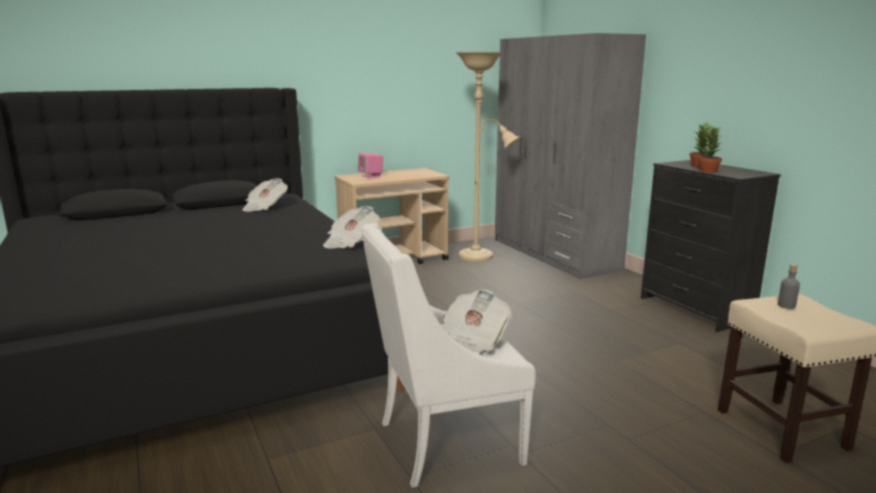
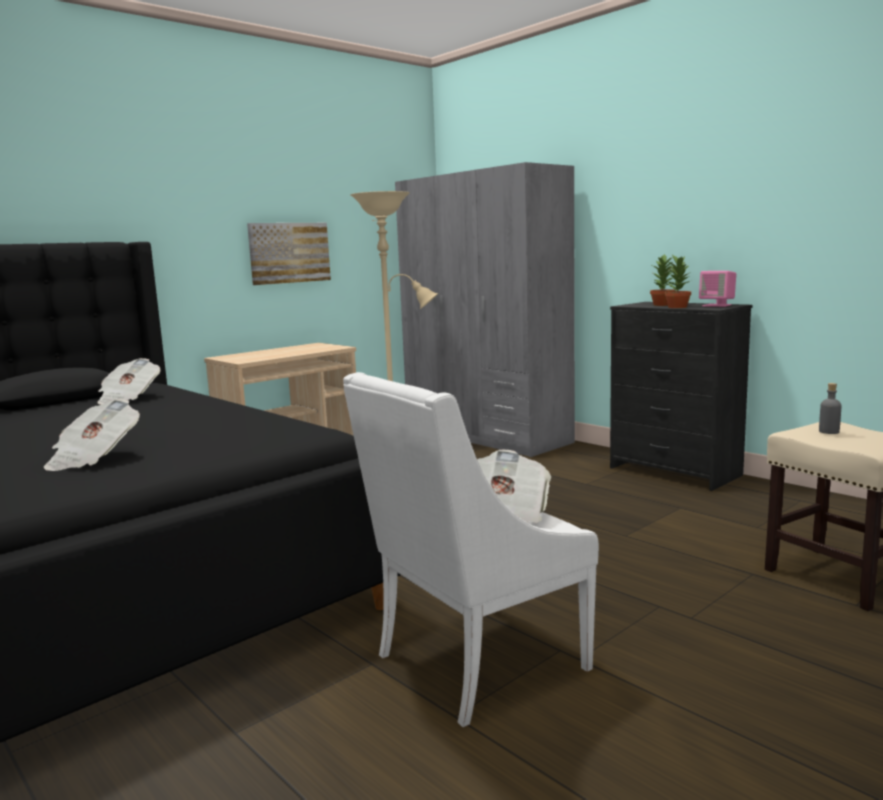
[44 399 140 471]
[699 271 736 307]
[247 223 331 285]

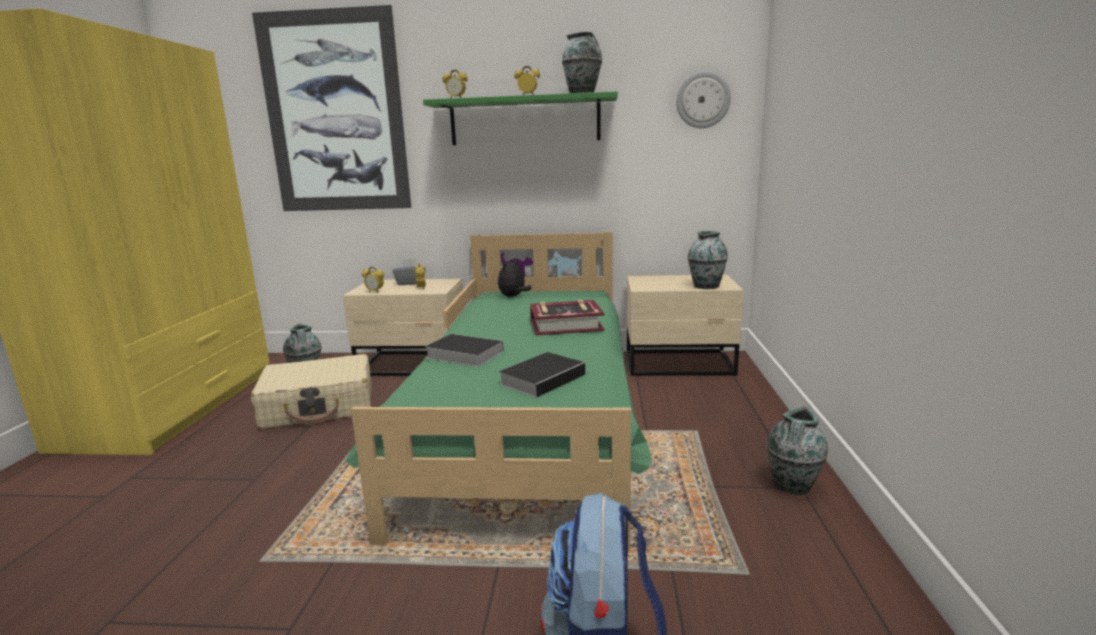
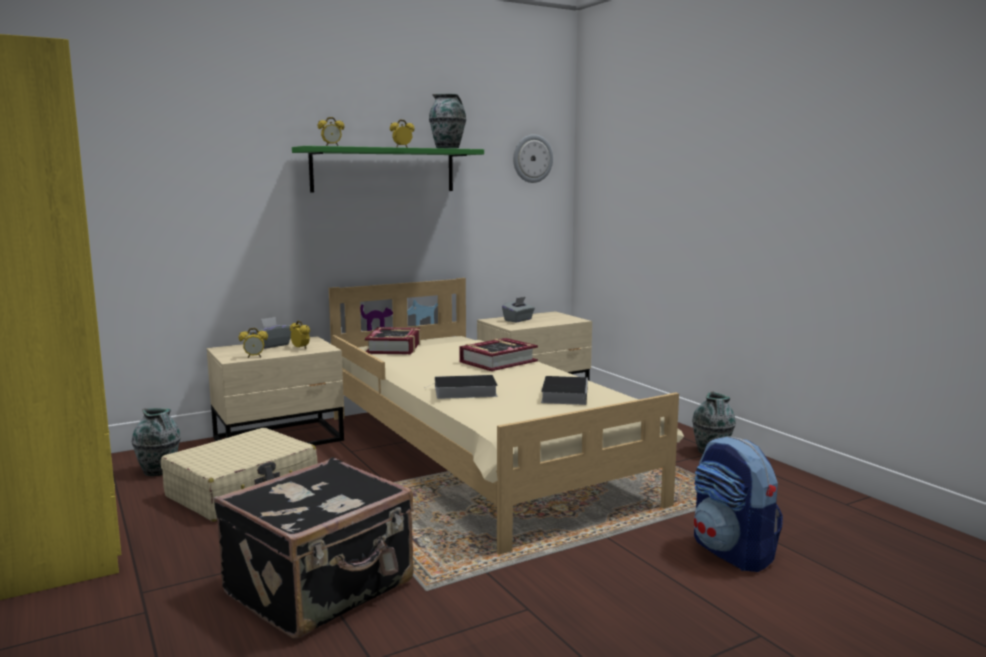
[252 5 411 211] (first image)
[329 278 684 555]
[365 327 421 355]
[687 231 728 289] (first image)
[214 457 414 639]
[502 297 535 322]

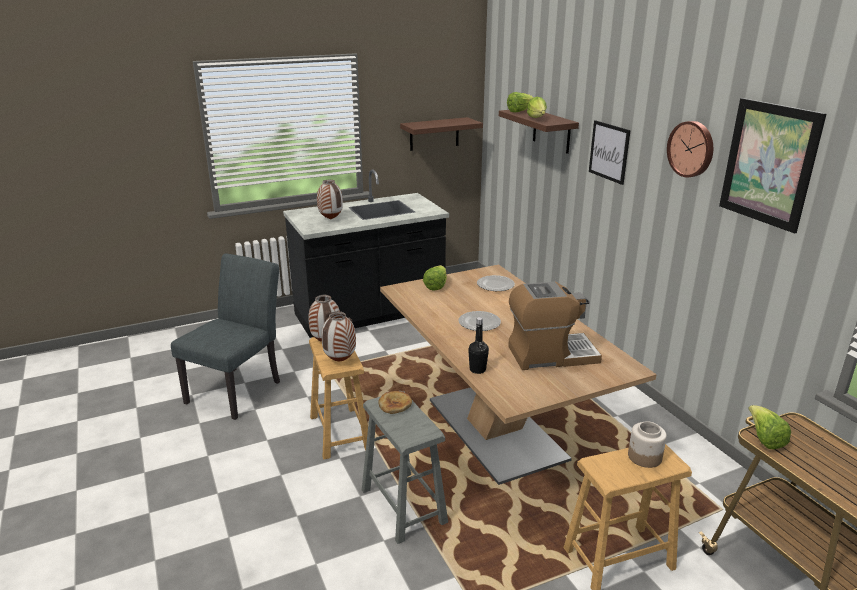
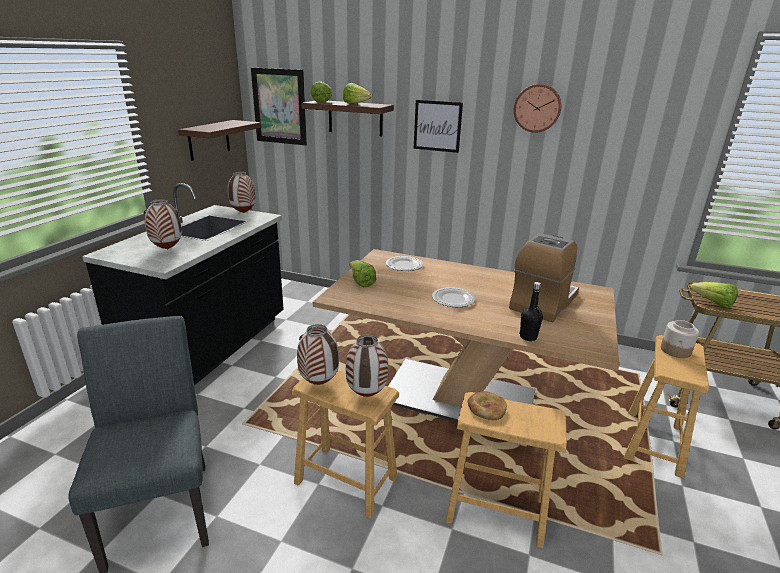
[445 392 567 548]
[251 68 307 145]
[228 171 256 213]

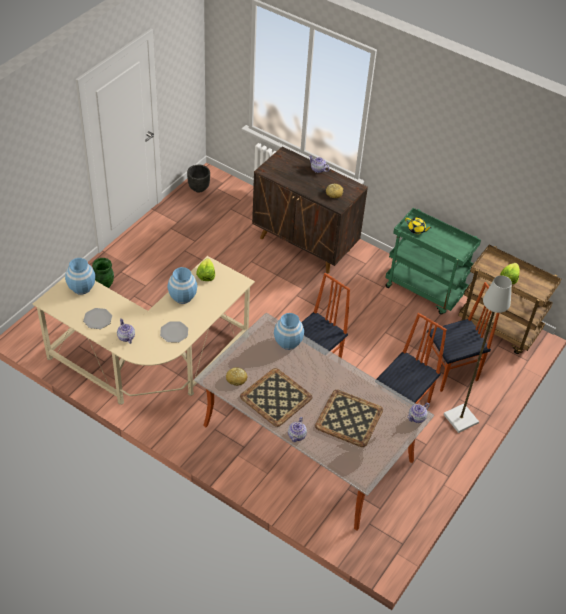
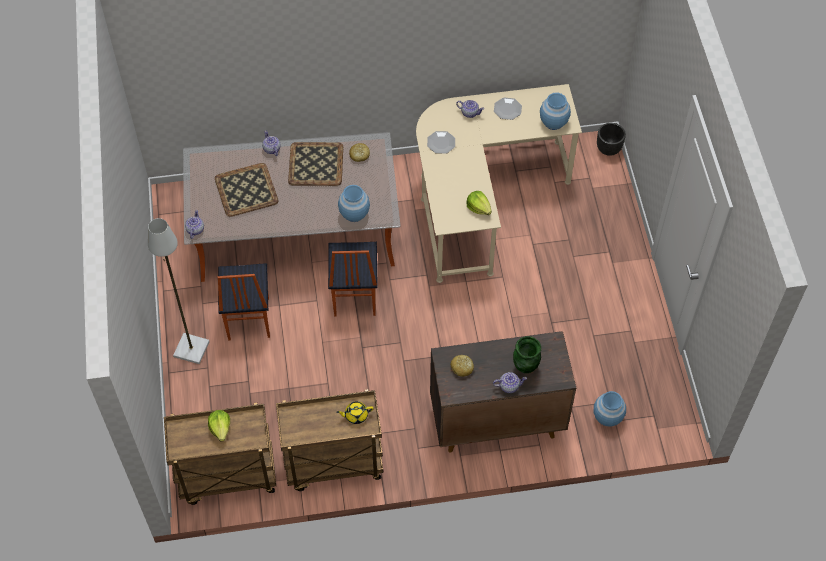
[513 336 541 373]
[594 391 626 427]
[597 123 626 156]
[276 389 383 491]
[424 282 500 392] (first image)

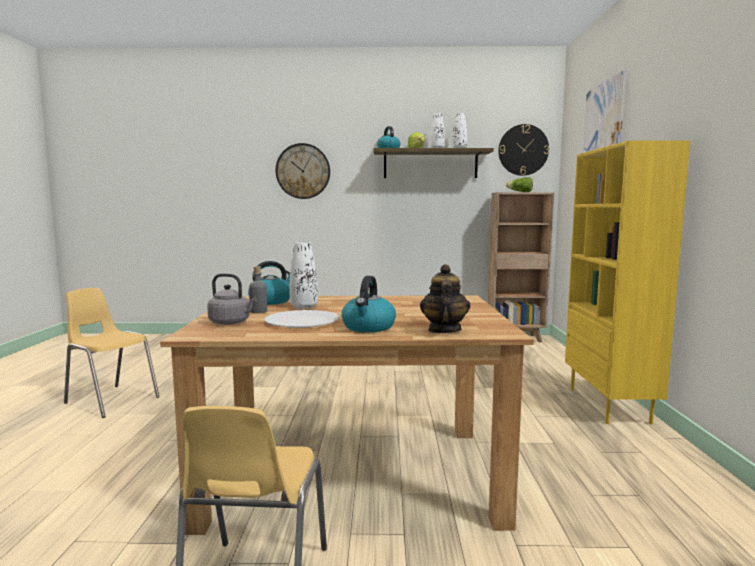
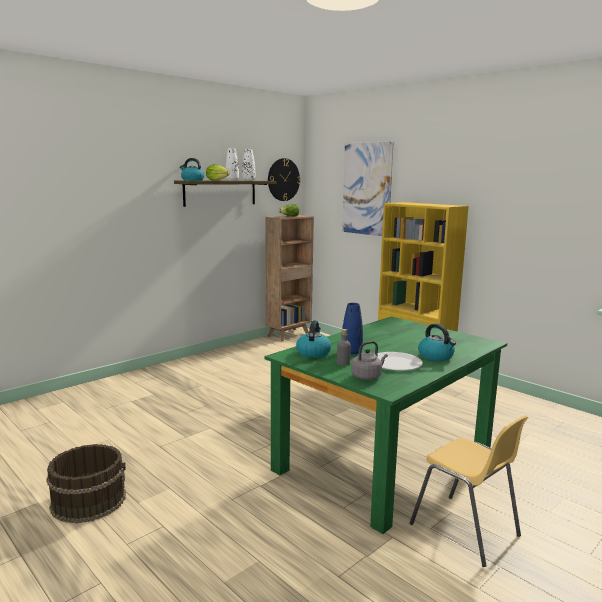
[46 444 126 523]
[265 316 507 534]
[275 143 330 199] (first image)
[341 303 363 354]
[420 264 470 333] (first image)

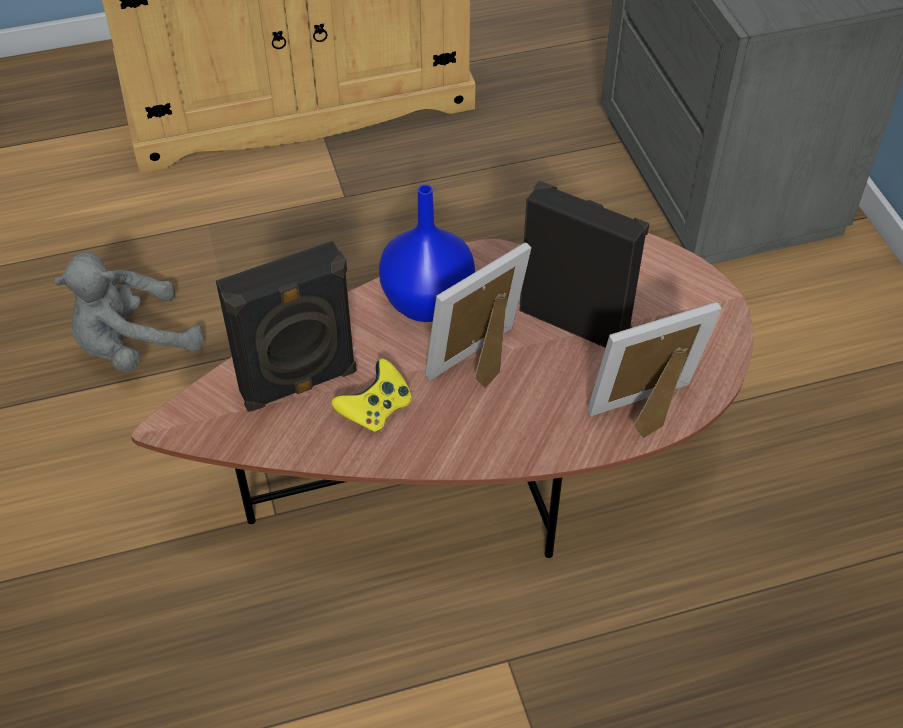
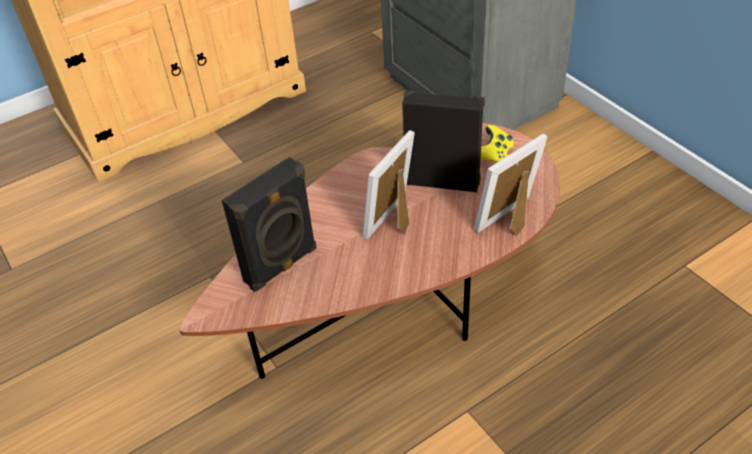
[54 252 204 372] (first image)
[480 125 514 163]
[379 184 475 322] (first image)

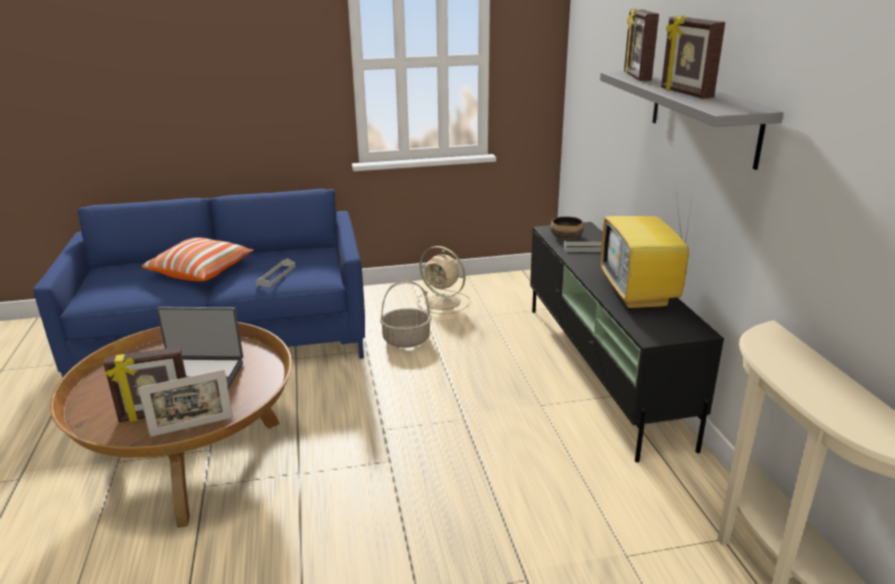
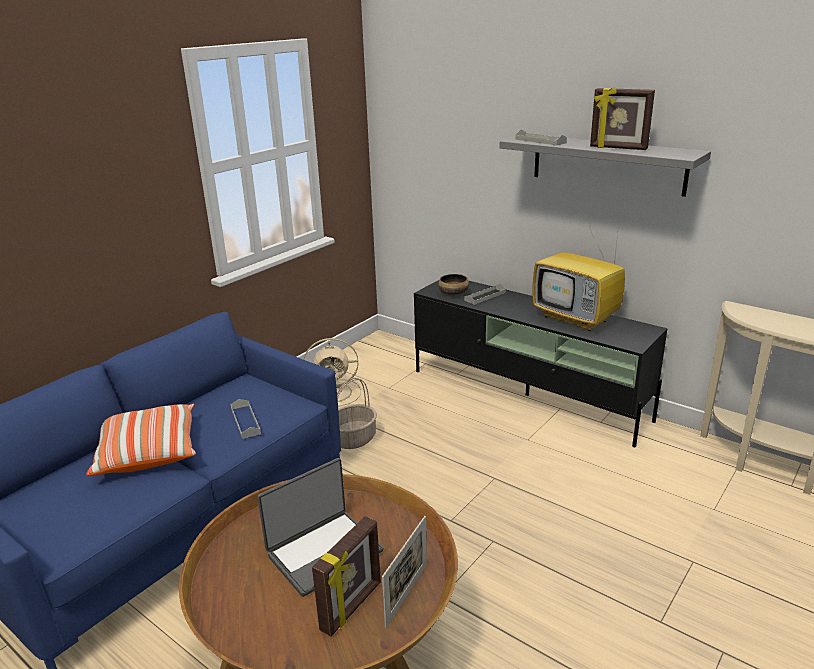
[515 130 567 146]

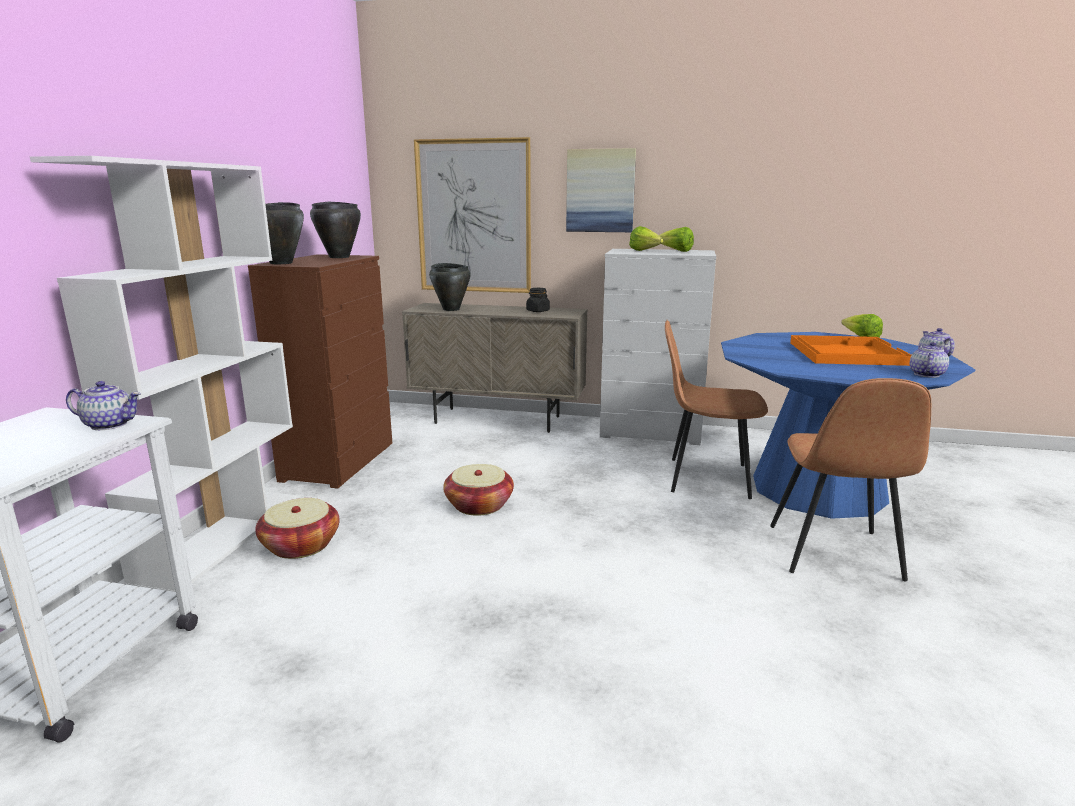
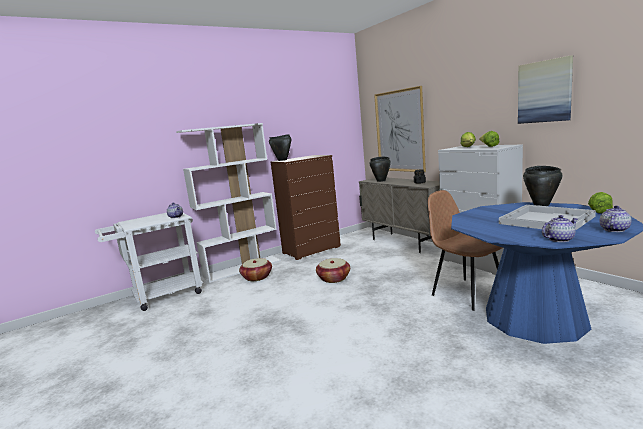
[523 166 562 206]
[518 55 573 124]
[770 378 931 581] (first image)
[499 205 596 230]

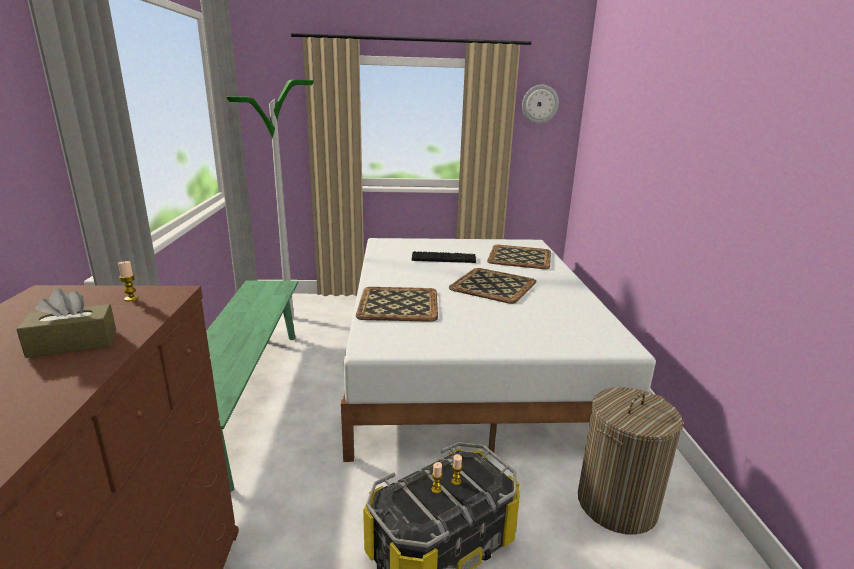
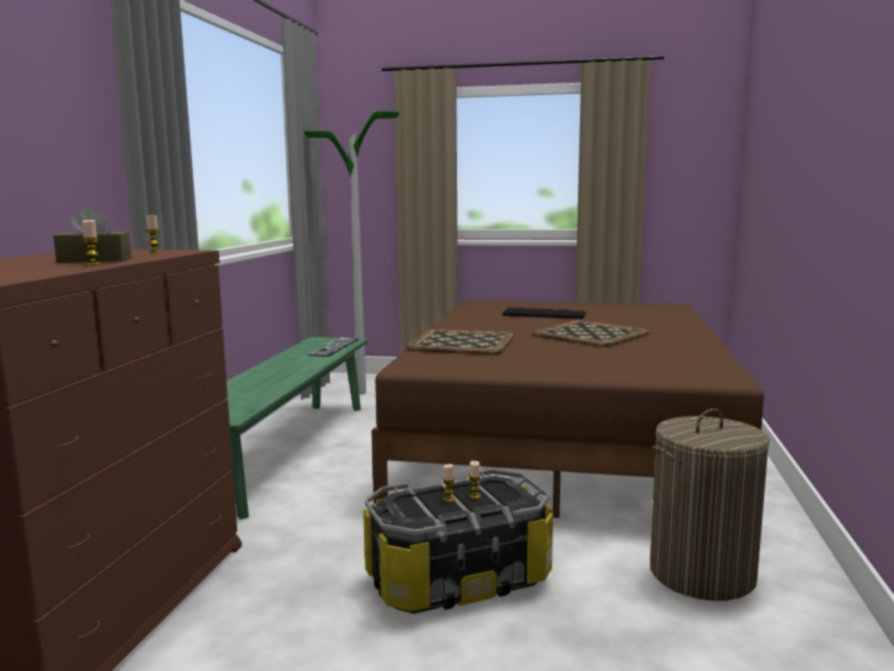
[371 300 764 518]
[487 245 551 269] (first image)
[522 85 559 124] (first image)
[82 219 101 266]
[308 338 359 356]

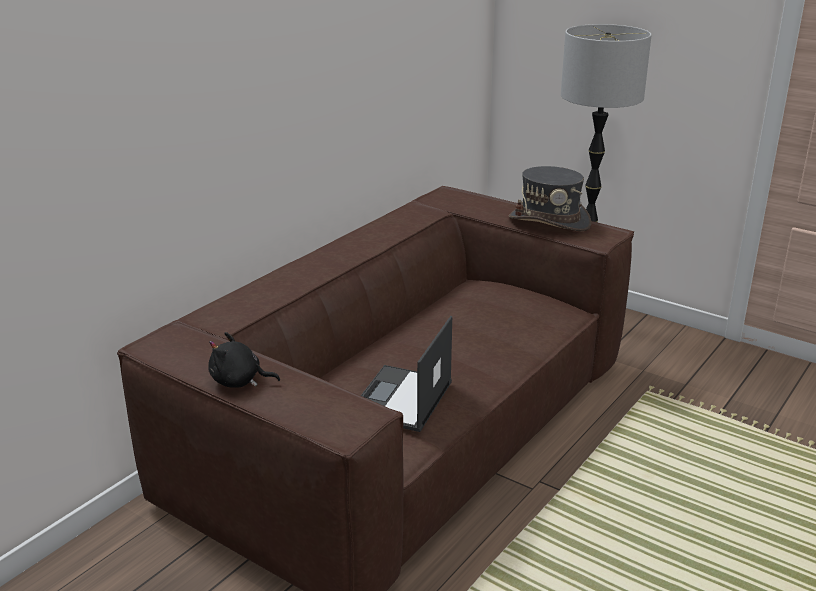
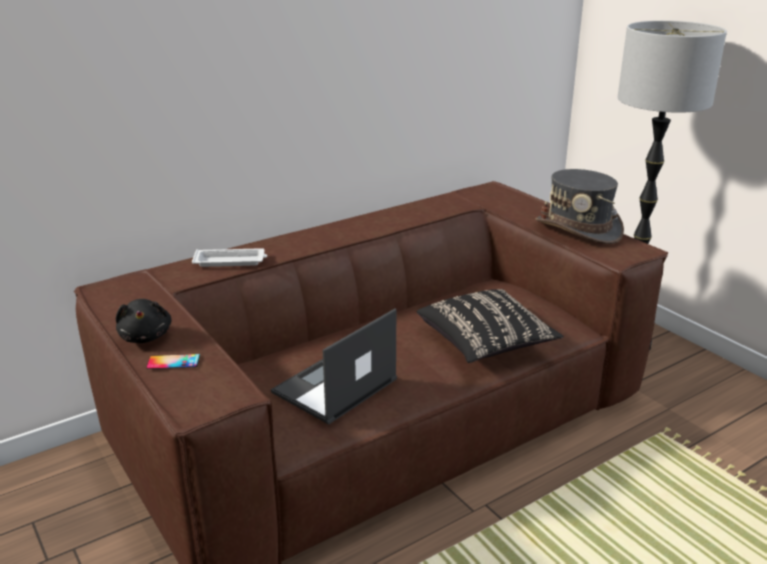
[116 299 172 343]
[147 354 200 369]
[192 248 267 267]
[416 289 563 363]

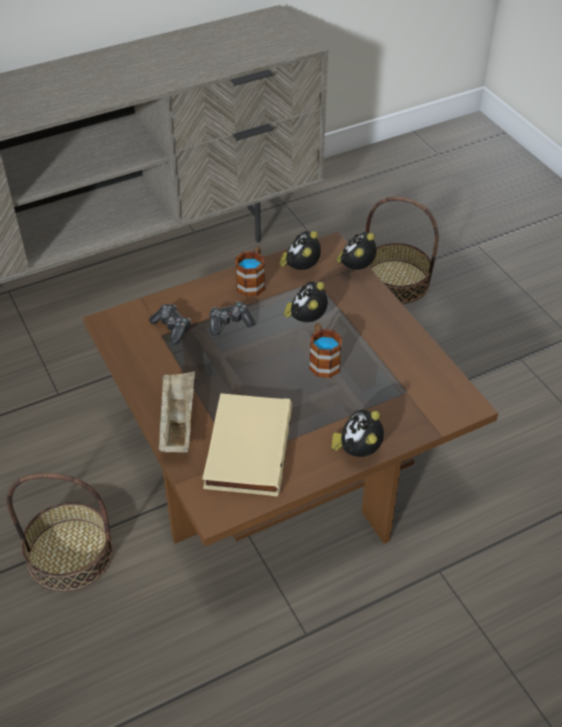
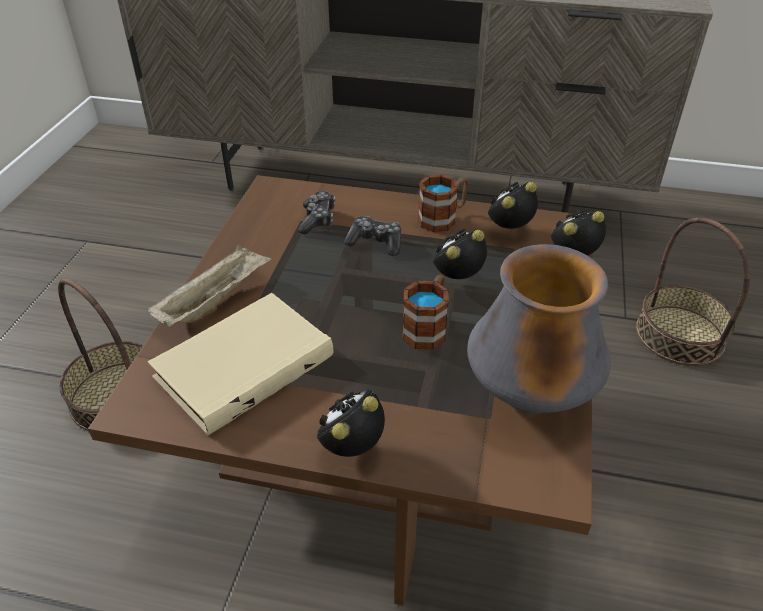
[467 244 611 414]

